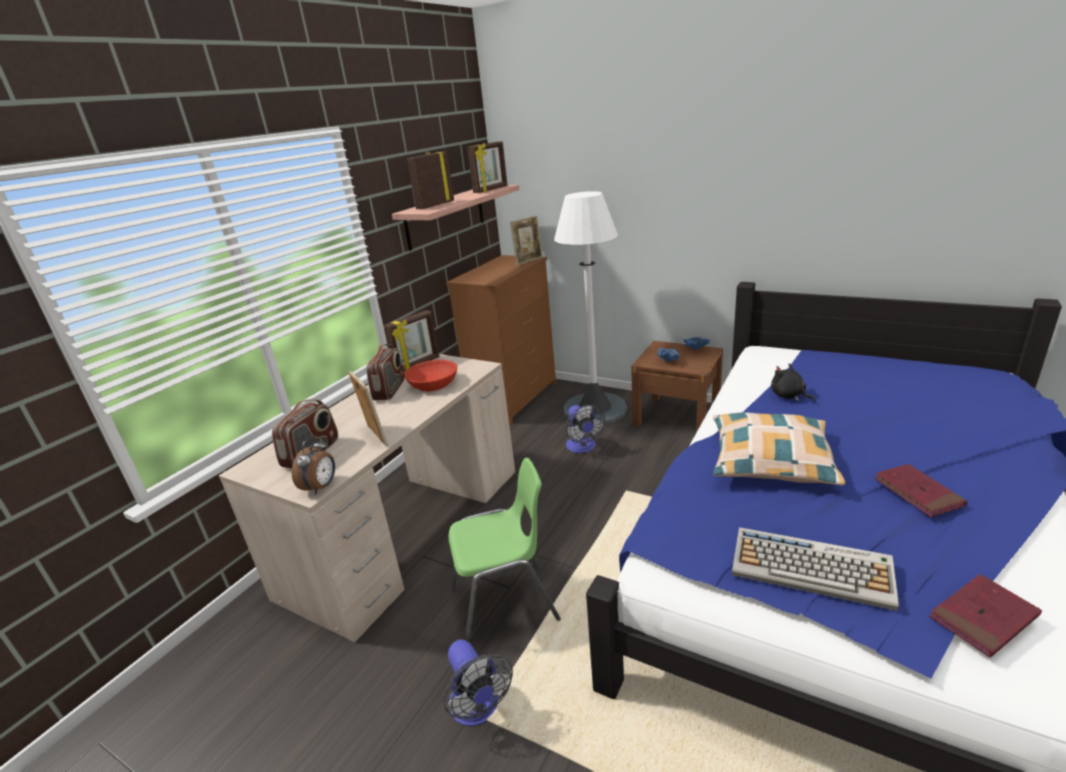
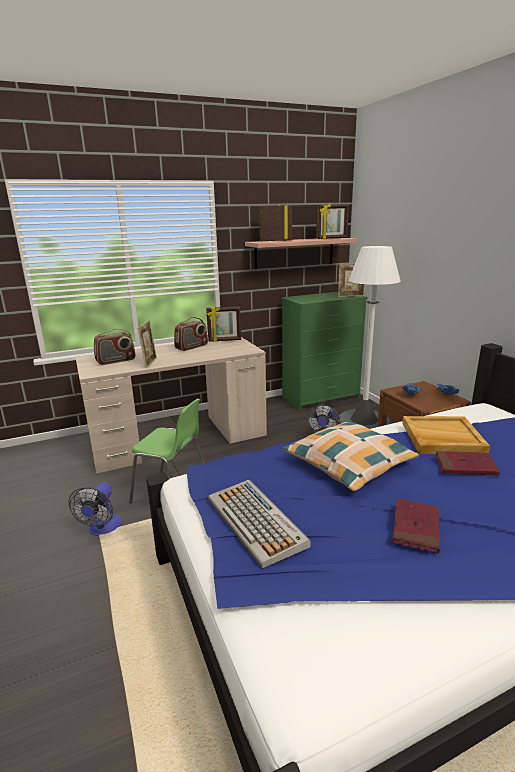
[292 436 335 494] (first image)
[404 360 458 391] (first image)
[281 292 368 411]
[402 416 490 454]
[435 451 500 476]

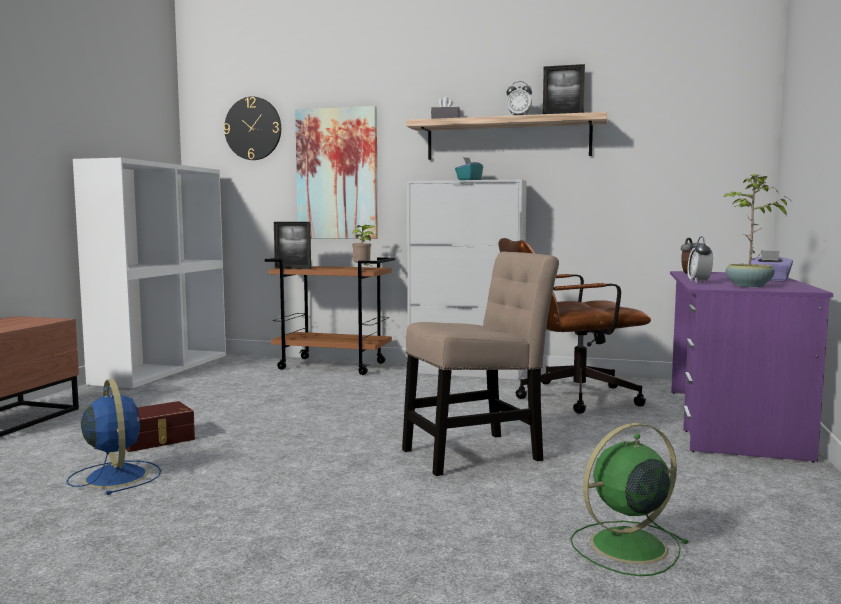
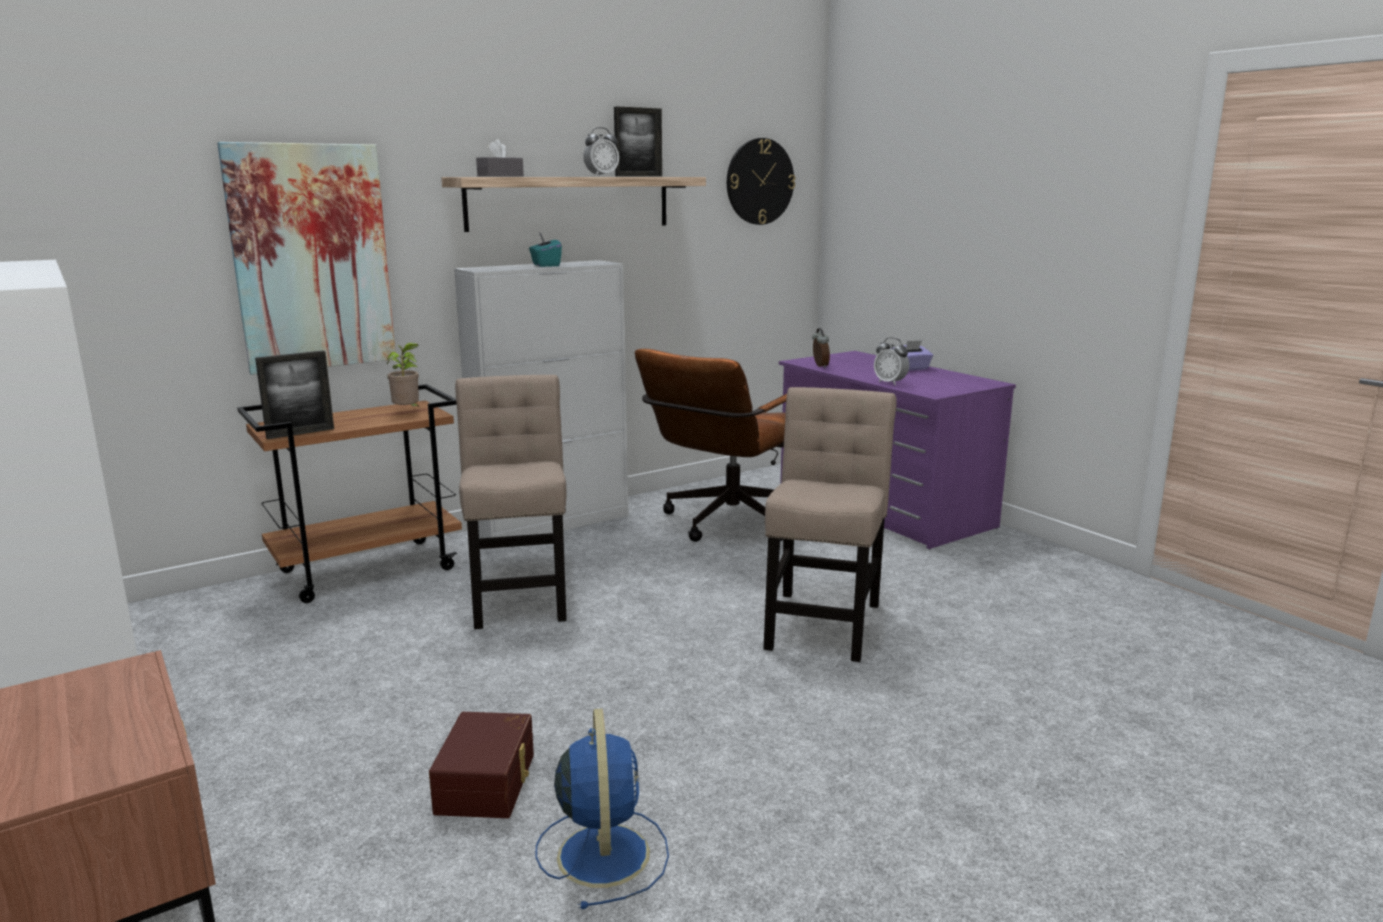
[536 708 669 909]
[727 138 795 225]
[570 423 689 576] (first image)
[724 174 792 287] (first image)
[455 375 567 629]

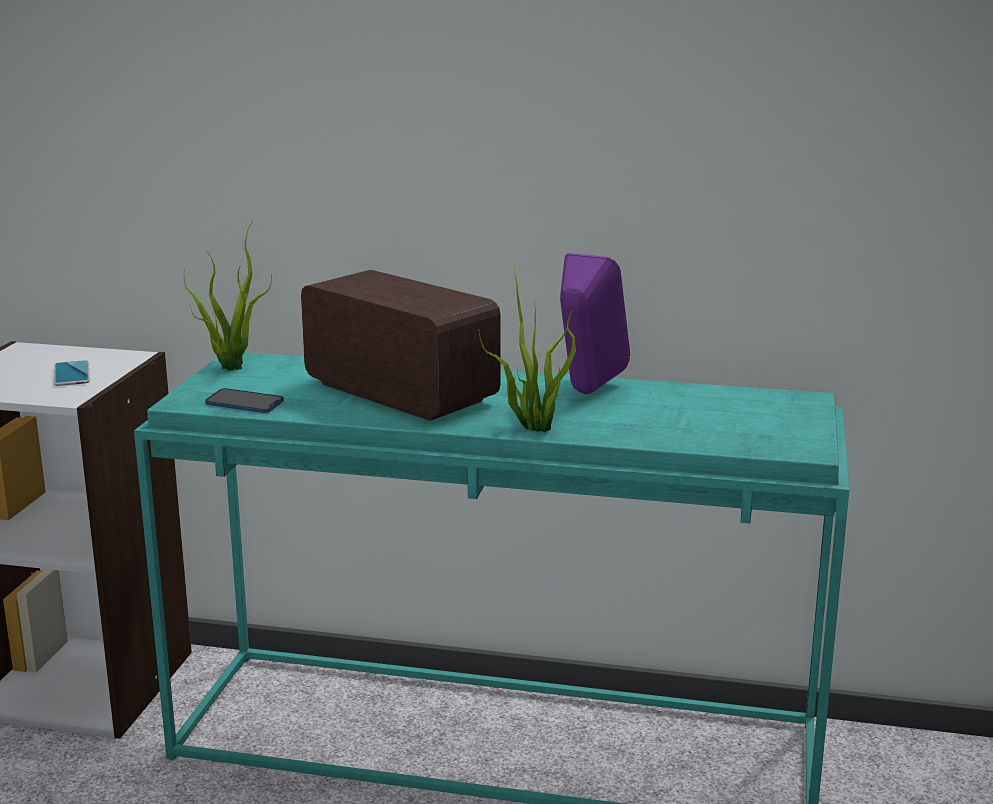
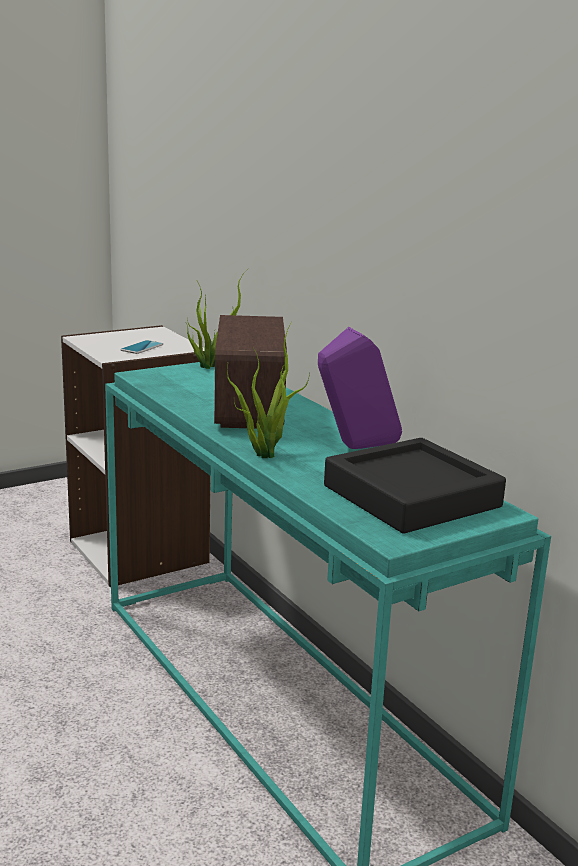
[205 388 284 413] (first image)
[324 438 506 533]

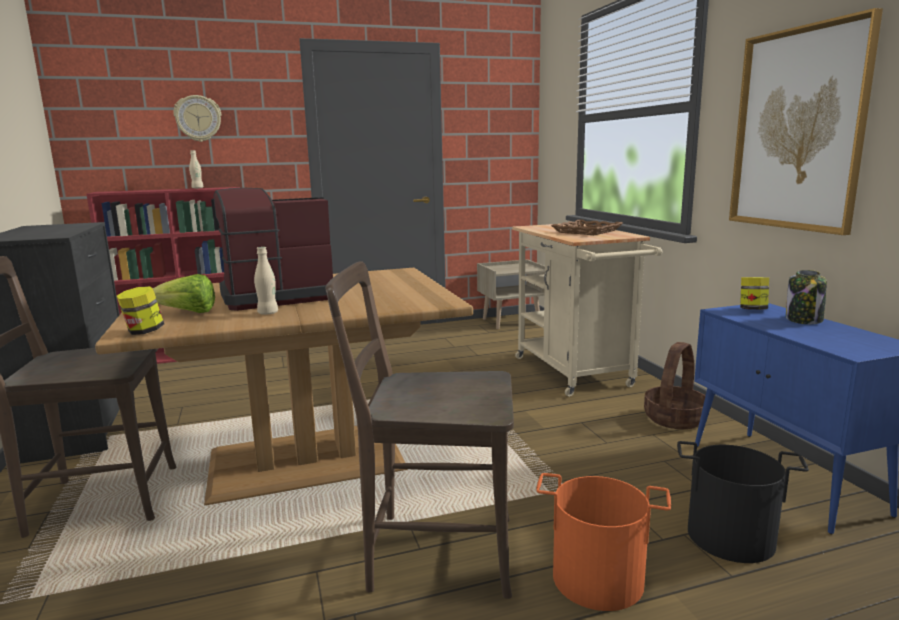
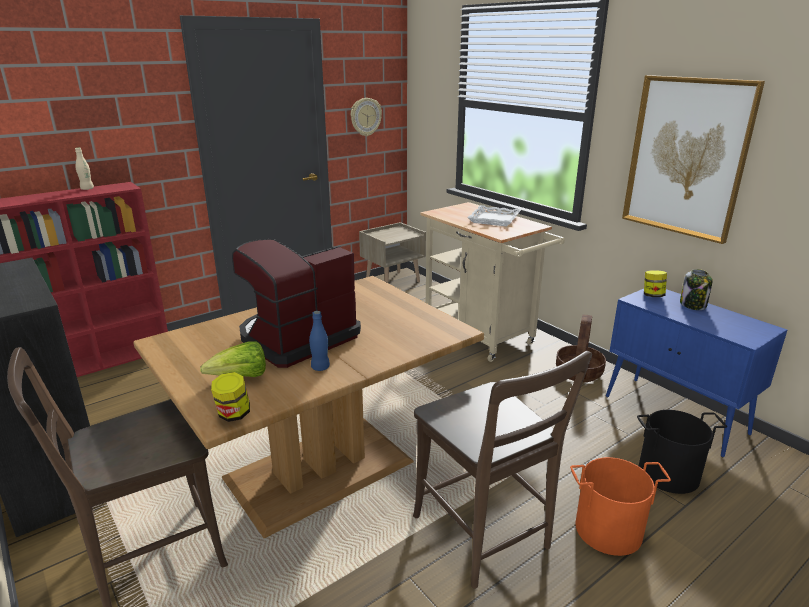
[351 98 382 136]
[309 311 330 371]
[413 351 592 589]
[467 205 521 227]

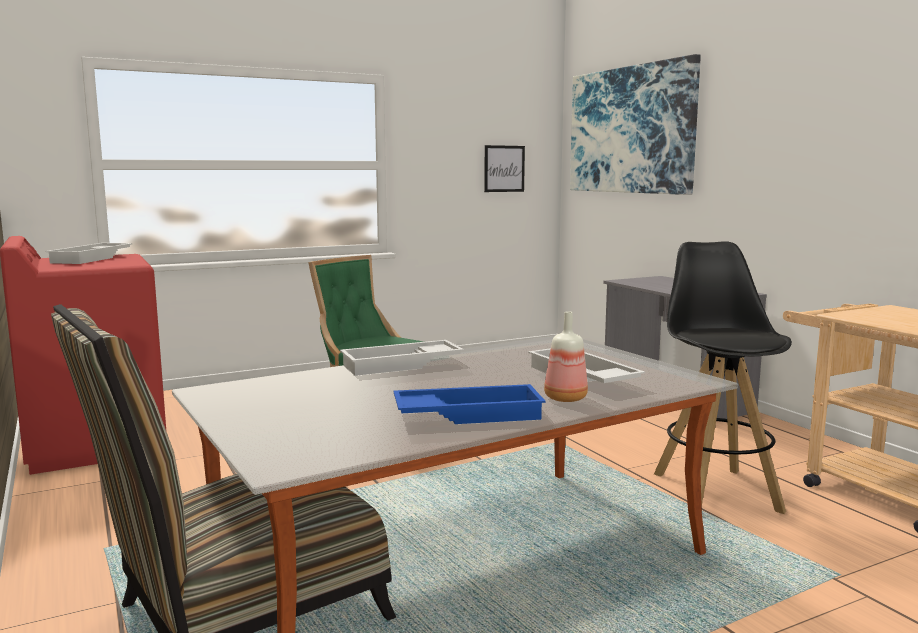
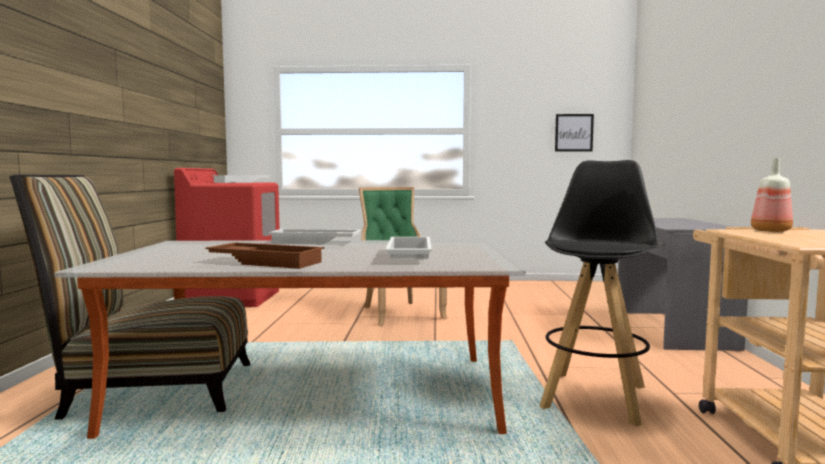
[205 242 325 269]
[751 158 793 232]
[570 54 701 195] (first image)

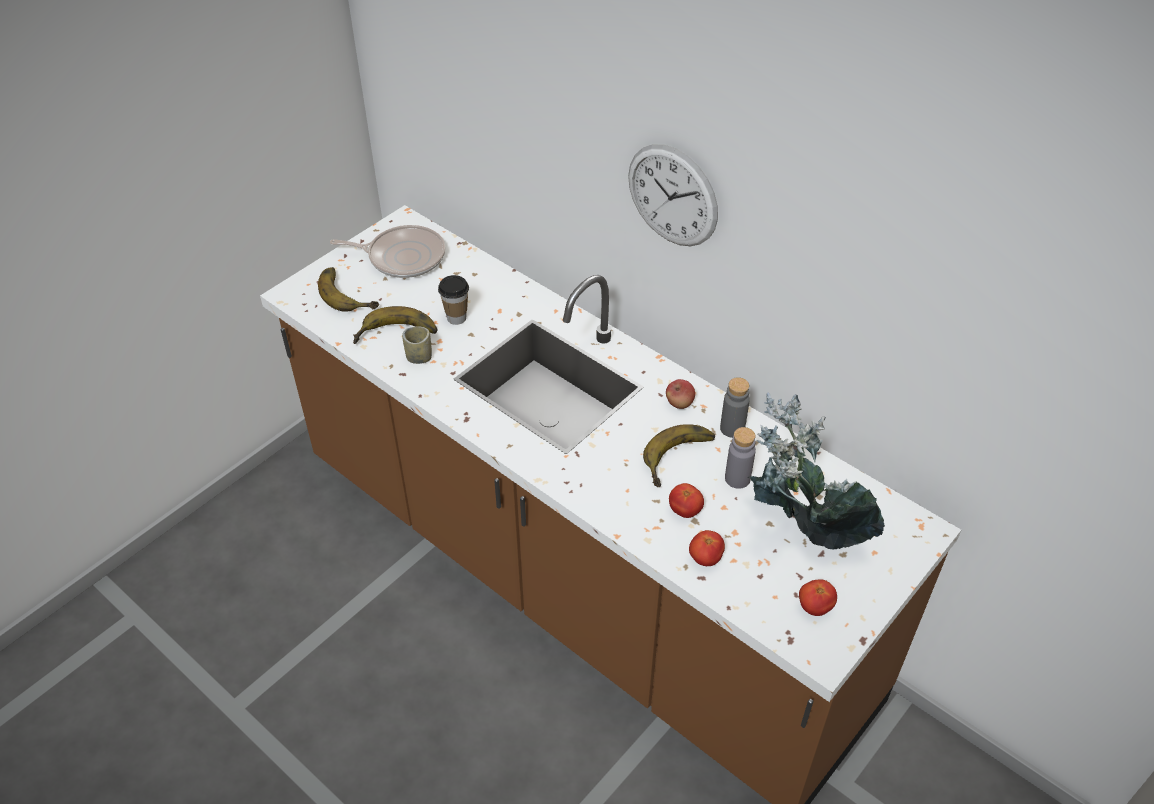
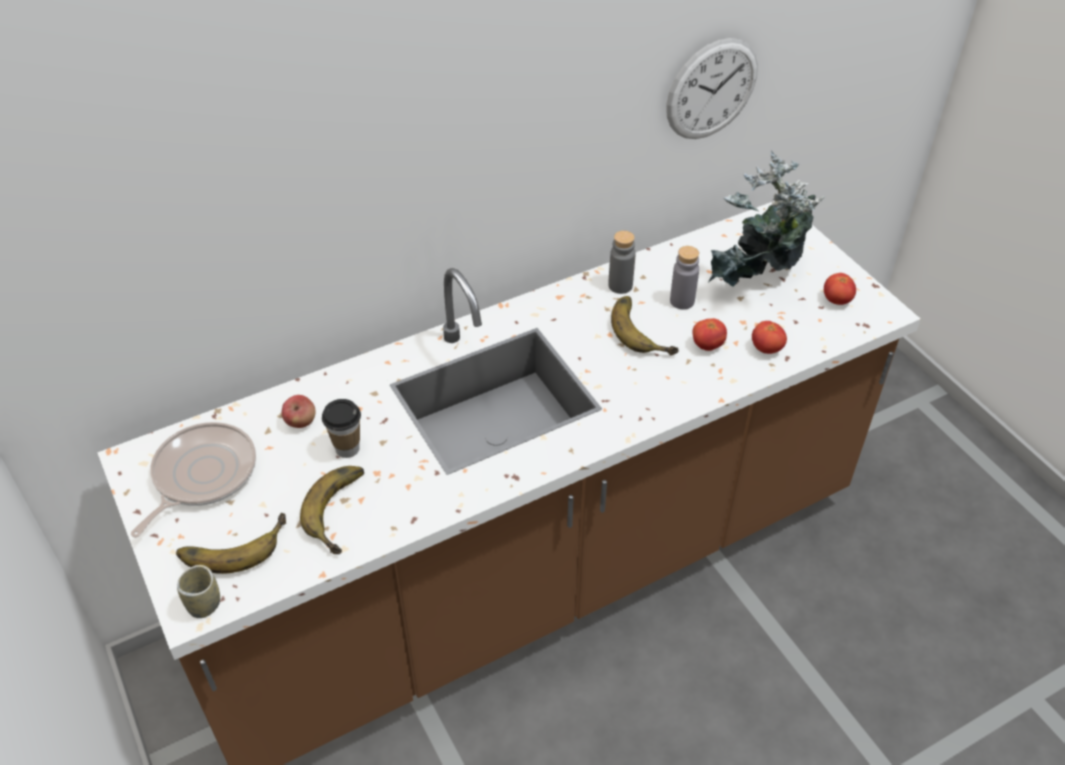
[177 565 220 618]
[666 38 758 139]
[282 395 315 428]

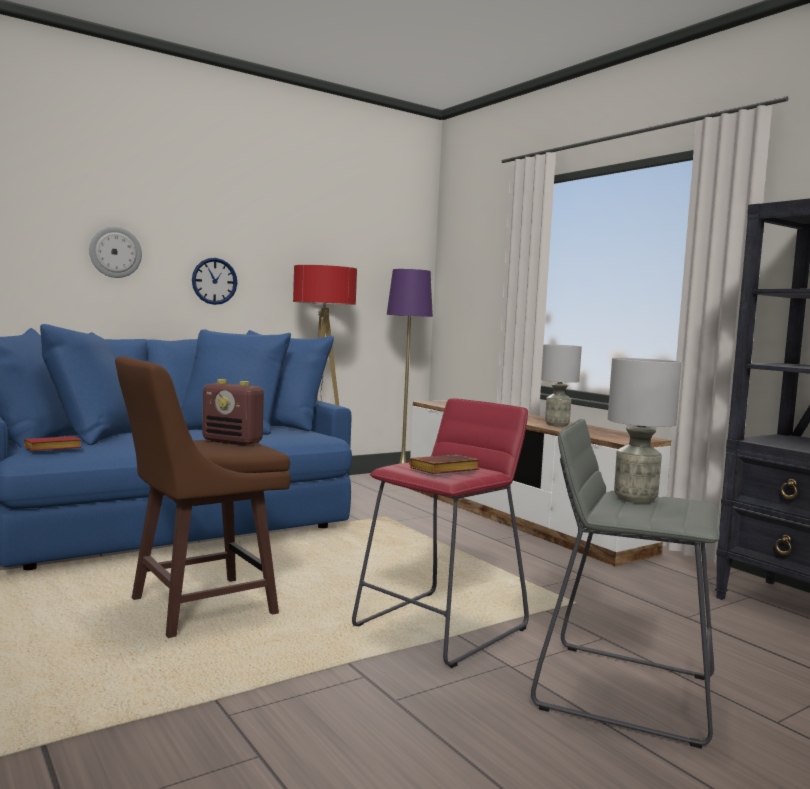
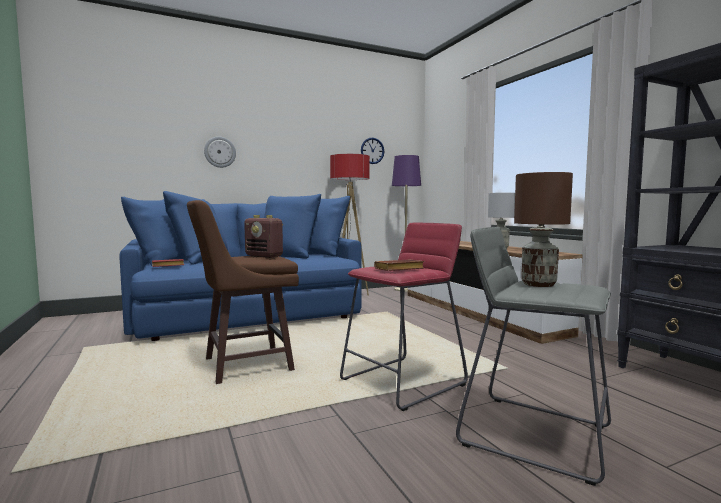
[361 138 384 164]
[514 172 573 287]

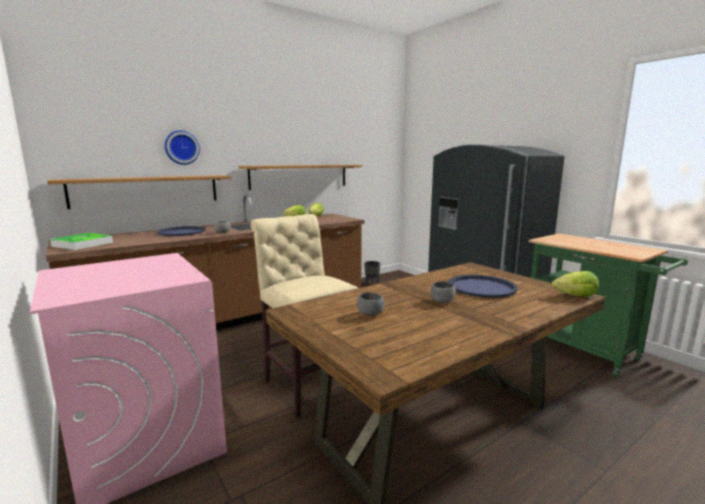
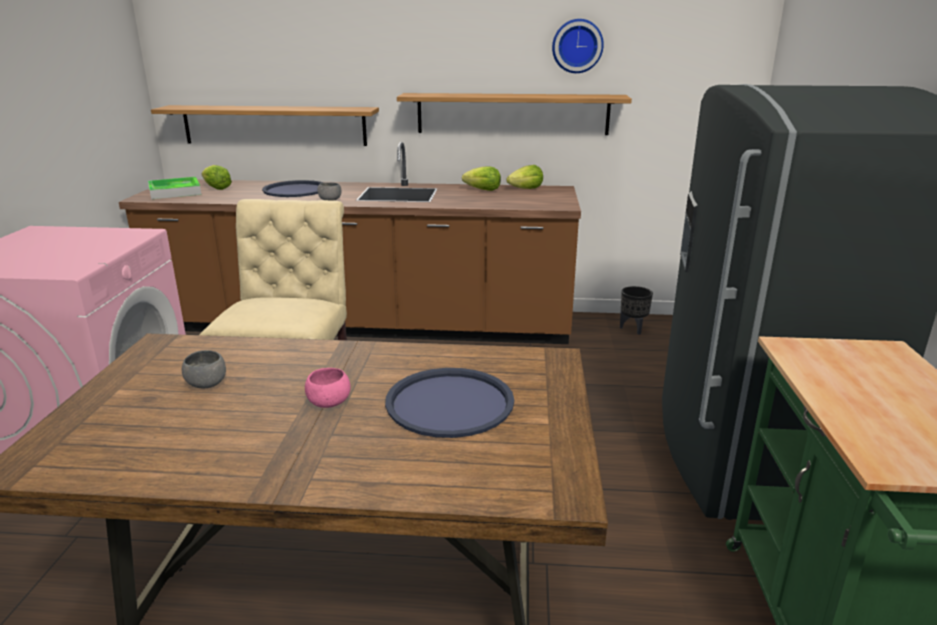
[552 19 604 73]
[305 368 351 408]
[202 165 232 190]

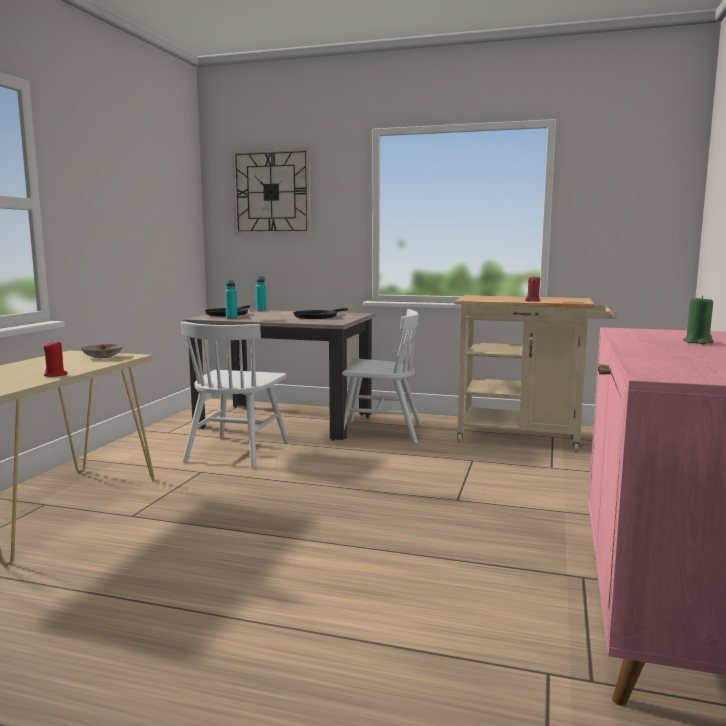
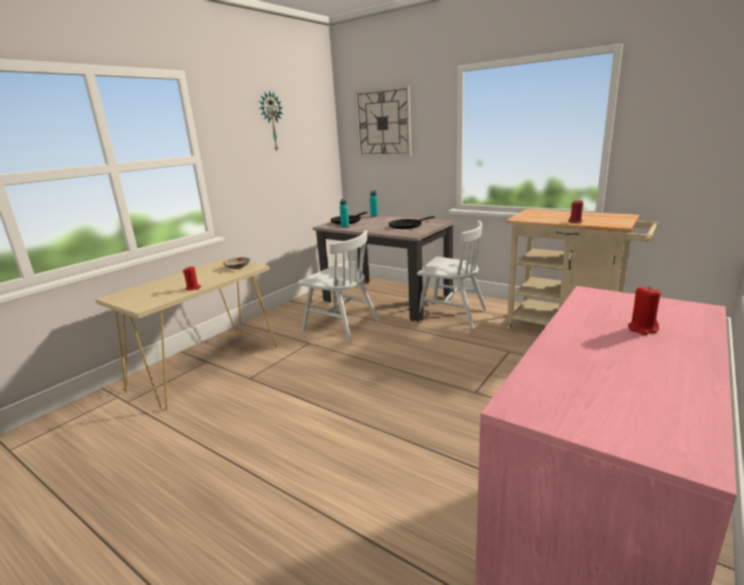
[298 230 380 343]
[628 286 661 335]
[259 90 282 151]

